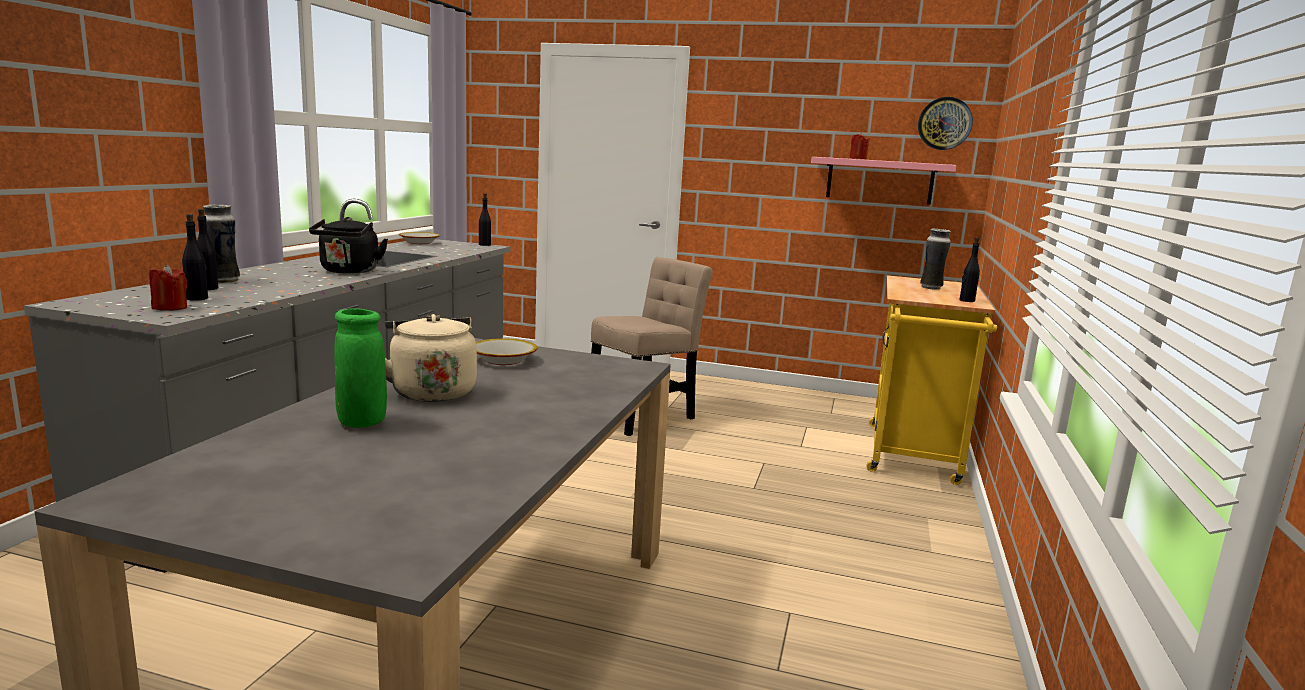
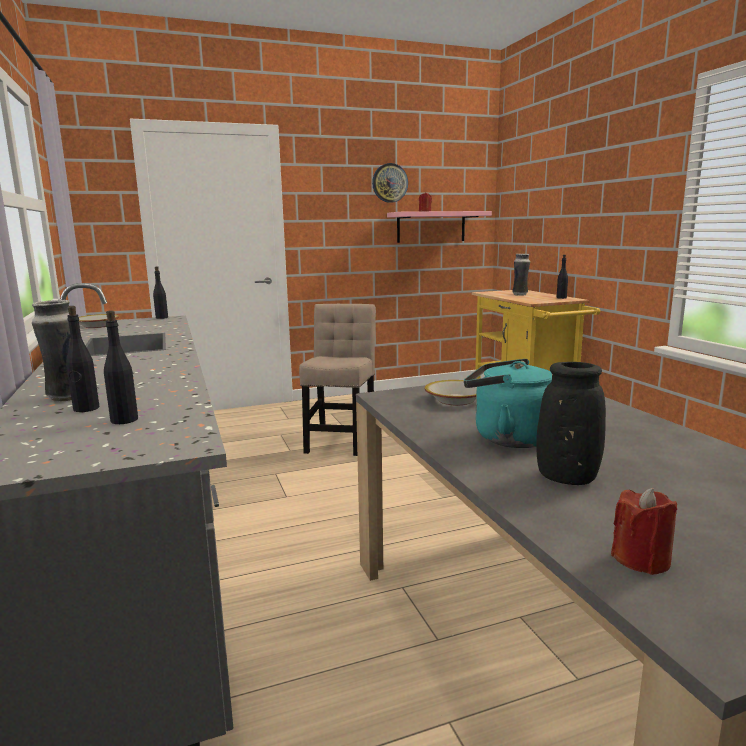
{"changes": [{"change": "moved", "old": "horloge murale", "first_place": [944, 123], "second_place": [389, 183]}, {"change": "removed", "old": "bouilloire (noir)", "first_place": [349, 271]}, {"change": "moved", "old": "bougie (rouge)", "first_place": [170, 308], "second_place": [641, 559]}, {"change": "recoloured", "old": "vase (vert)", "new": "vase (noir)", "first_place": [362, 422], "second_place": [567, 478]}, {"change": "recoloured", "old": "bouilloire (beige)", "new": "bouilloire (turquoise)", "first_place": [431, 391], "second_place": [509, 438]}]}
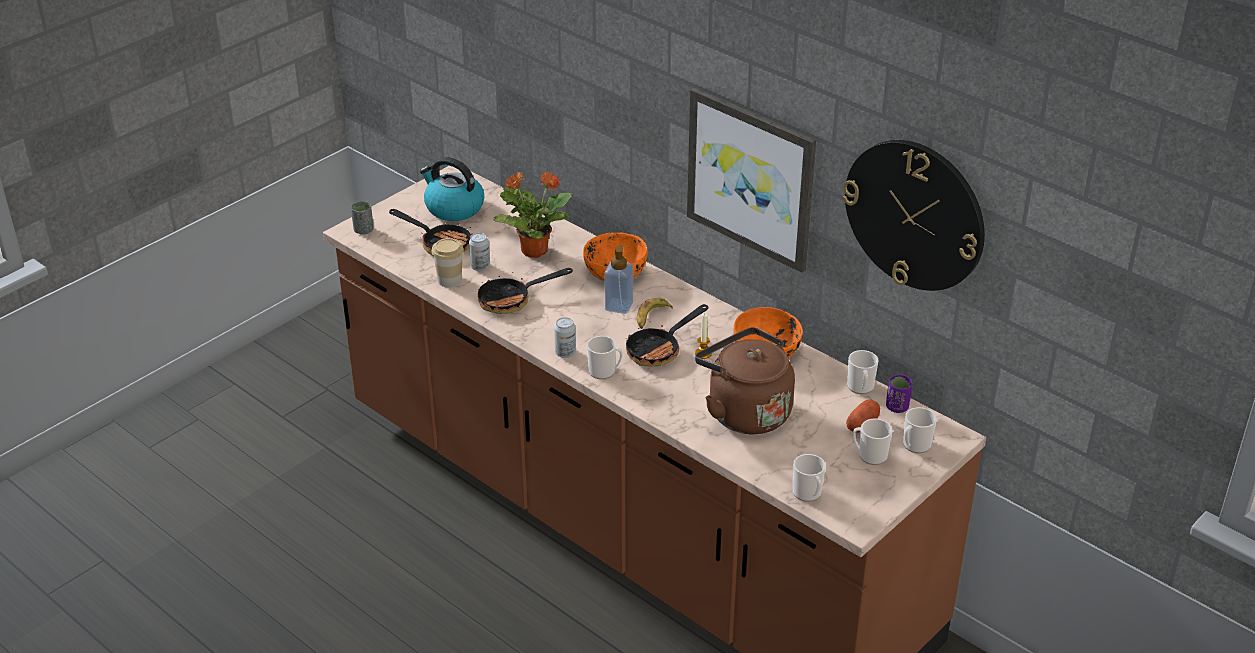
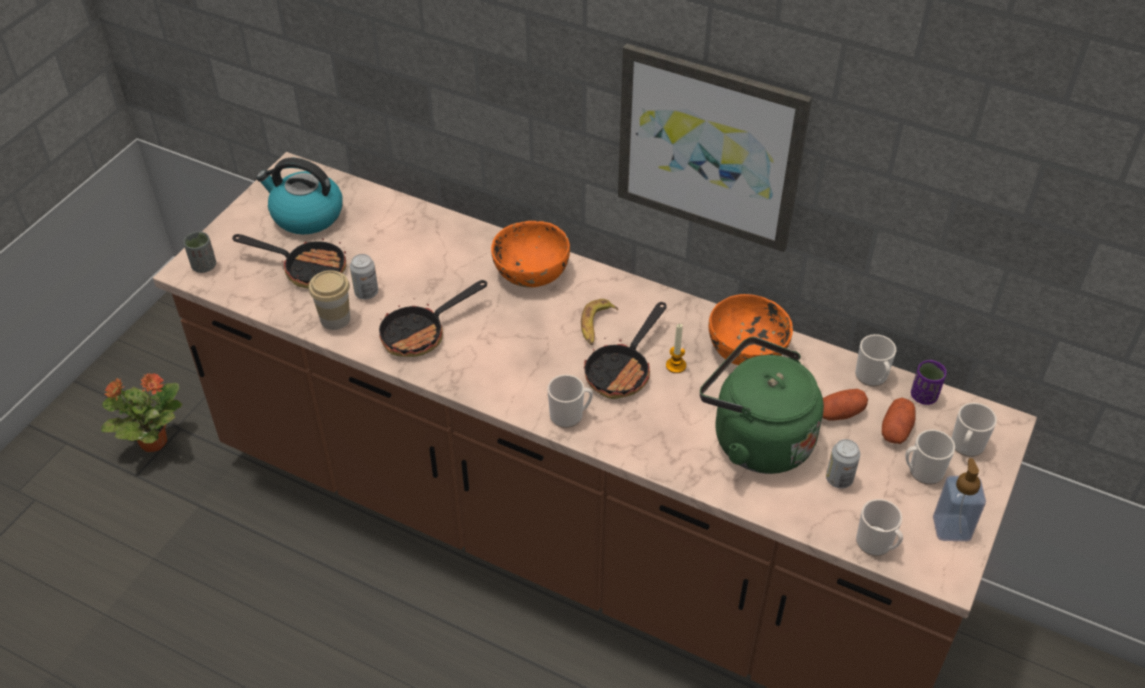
{"changes": [{"change": "removed", "old": "horloge murale", "first_place": [914, 214]}, {"change": "moved", "old": "plante en pot", "first_place": [533, 250], "second_place": [152, 442]}, {"change": "moved", "old": "distributeur de savon", "first_place": [619, 306], "second_place": [951, 528]}, {"change": "moved", "old": "boîte métallique", "first_place": [565, 353], "second_place": [839, 479]}, {"change": "recoloured", "old": "bouilloire (marron)", "new": "bouilloire (vert)", "first_place": [744, 412], "second_place": [756, 439]}, {"change": "added", "new": "pomme de terre", "second_place": [840, 413]}]}
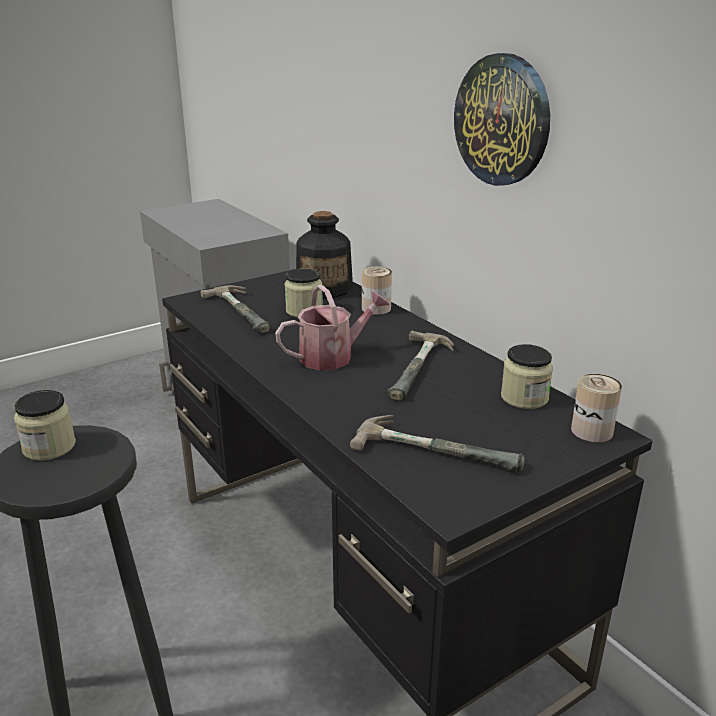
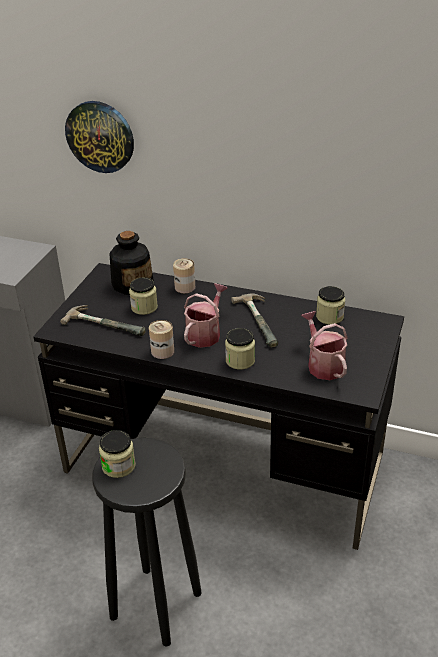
{"changes": [{"change": "moved", "old": "horloge murale", "first_place": [502, 120], "second_place": [100, 136]}, {"change": "moved", "old": "boîte métallique", "first_place": [591, 431], "second_place": [162, 351]}, {"change": "replaced", "old": "marteau", "new": "arrosoir", "first_place": [438, 447], "second_place": [323, 364]}, {"change": "added", "new": "bocal", "second_place": [240, 360]}]}
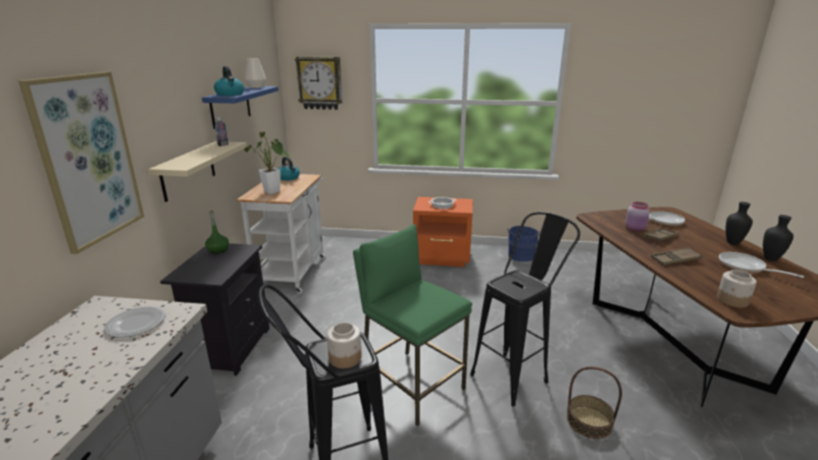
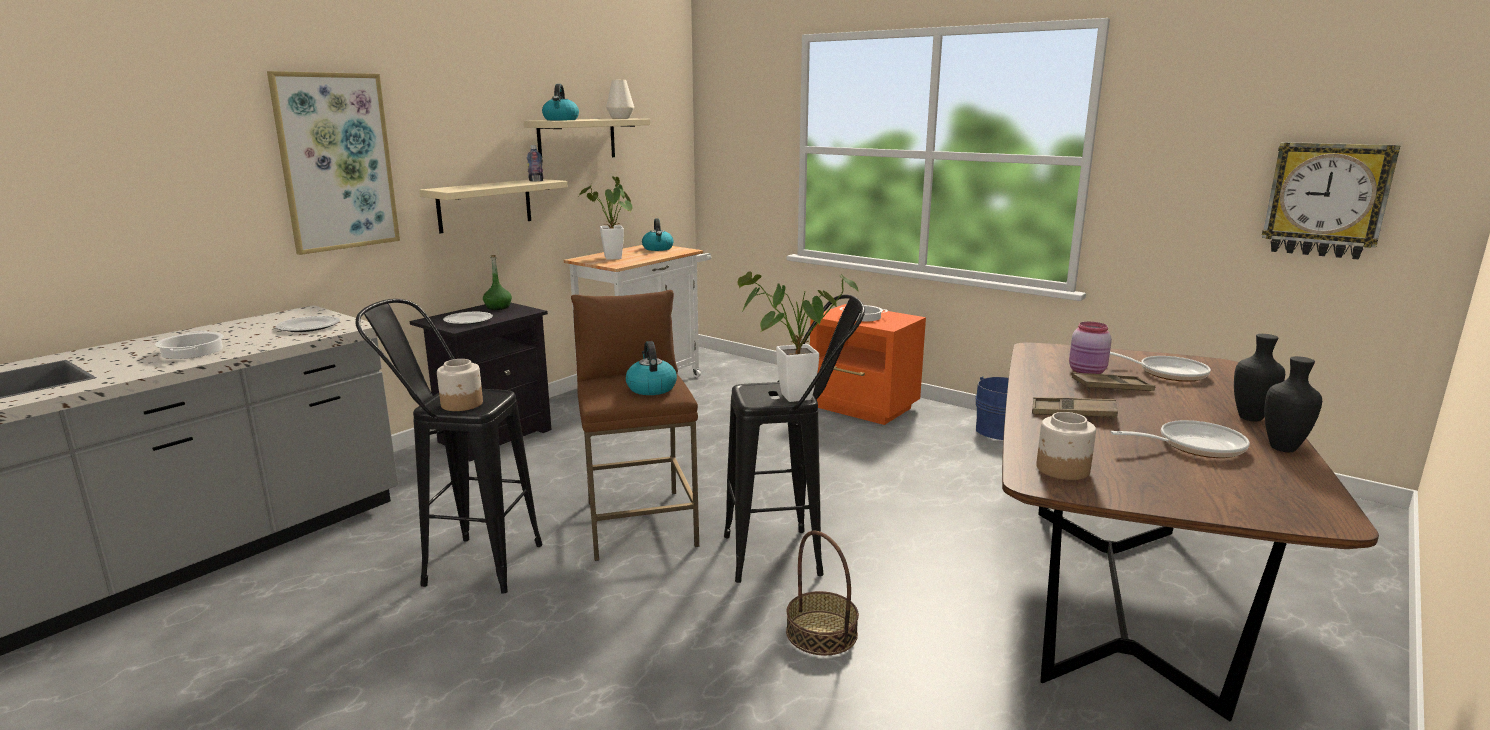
{"changes": [{"change": "moved", "old": "horloge murale", "first_place": [320, 83], "second_place": [1326, 200]}, {"change": "recoloured", "old": "étagère (bleu)", "new": "étagère (beige)", "first_place": [230, 106], "second_place": [577, 139]}, {"change": "recoloured", "old": "tabouret (vert)", "new": "tabouret (marron)", "first_place": [412, 385], "second_place": [639, 523]}, {"change": "turned", "old": "poêle", "first_place": [745, 267], "second_place": [1193, 446], "degrees": 90}, {"change": "added", "new": "plante en pot", "second_place": [788, 398]}, {"change": "added", "new": "assiette", "second_place": [467, 320]}, {"change": "added", "new": "marmite", "second_place": [191, 351]}, {"change": "added", "new": "bouilloire", "second_place": [651, 388]}]}
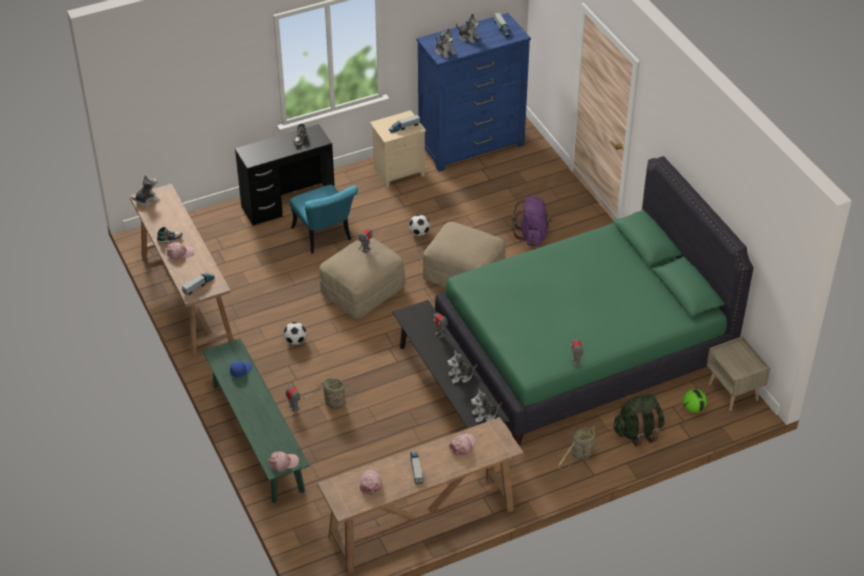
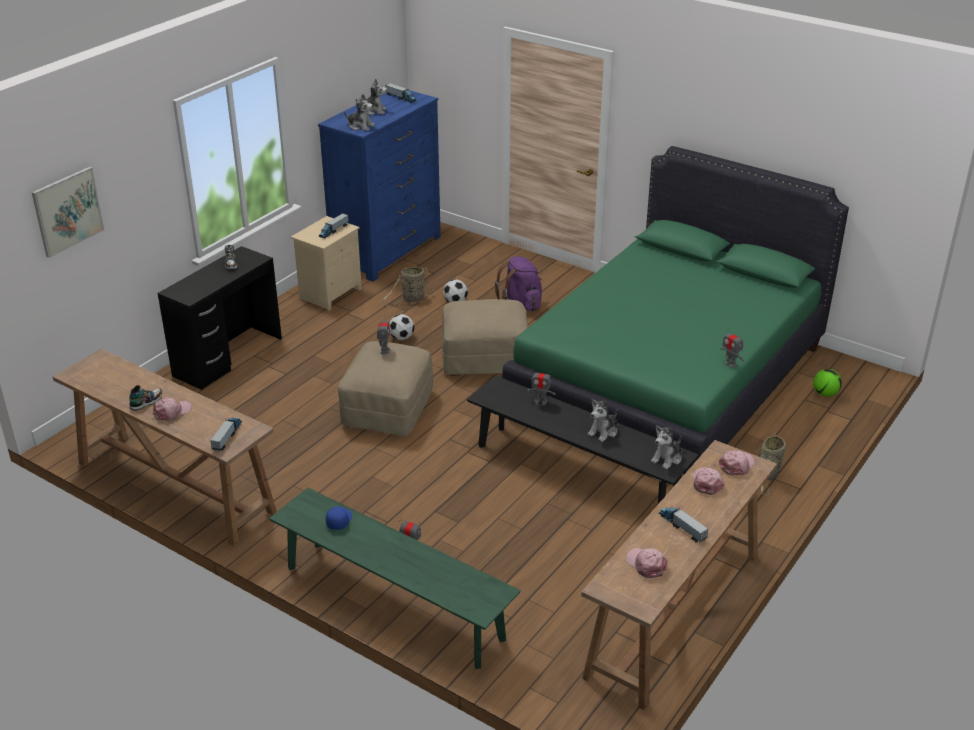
{"changes": [{"change": "removed", "old": "peluche", "first_place": [146, 199]}, {"change": "removed", "old": "chaise (turquoise)", "first_place": [325, 237]}, {"change": "moved", "old": "ballon de foot", "first_place": [295, 341], "second_place": [455, 302]}, {"change": "removed", "old": "table de chevet (beige)", "first_place": [733, 392]}, {"change": "moved", "old": "panier", "first_place": [333, 404], "second_place": [412, 299]}, {"change": "removed", "old": "sac à dos (vert)", "first_place": [638, 432]}, {"change": "moved", "old": "casquette (rose)", "first_place": [283, 463], "second_place": [736, 465]}, {"change": "added", "new": "tableau", "second_place": [68, 211]}]}
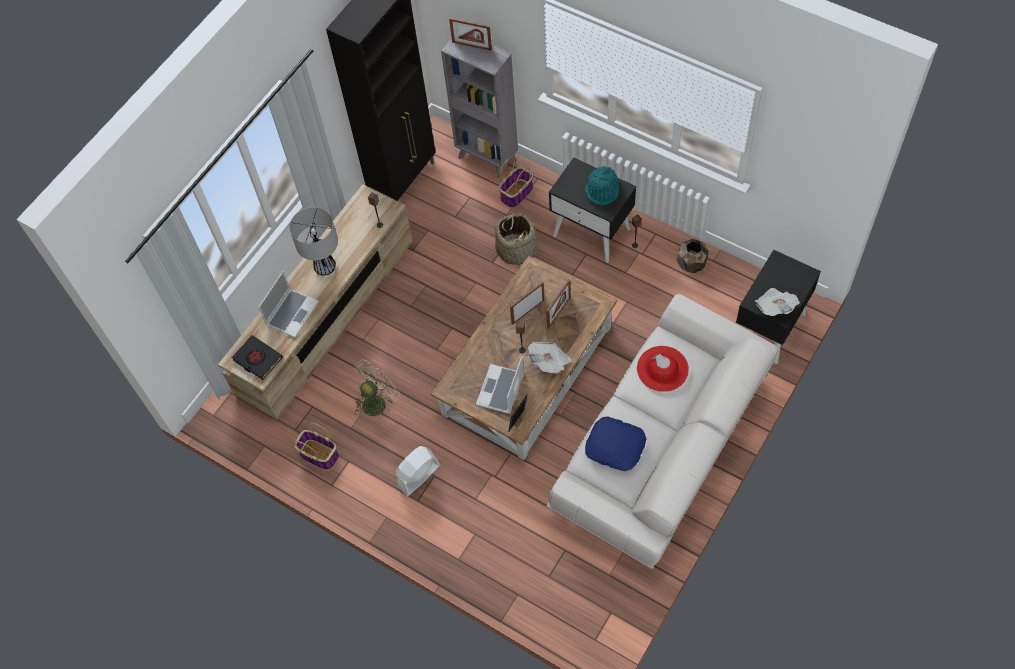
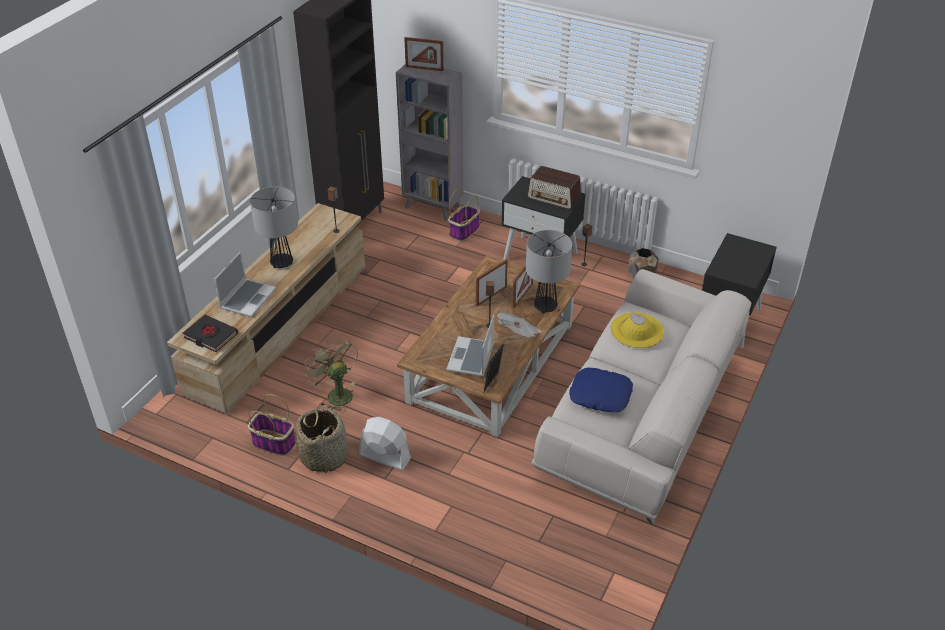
{"changes": [{"change": "replaced", "old": "chapeau (turquoise)", "new": "radio", "first_place": [602, 190], "second_place": [554, 197]}, {"change": "moved", "old": "panier", "first_place": [516, 250], "second_place": [323, 456]}, {"change": "removed", "old": "journal", "first_place": [775, 307]}, {"change": "recoloured", "old": "chapeau (rouge)", "new": "chapeau (jaune)", "first_place": [662, 369], "second_place": [637, 330]}, {"change": "turned", "old": "ventilateur (vert)", "first_place": [377, 401], "second_place": [335, 394], "degrees": -75}, {"change": "turned", "old": "ventilateur (blanc)", "first_place": [418, 476], "second_place": [384, 456], "degrees": 75}, {"change": "added", "new": "lampe de table", "second_place": [545, 307]}]}
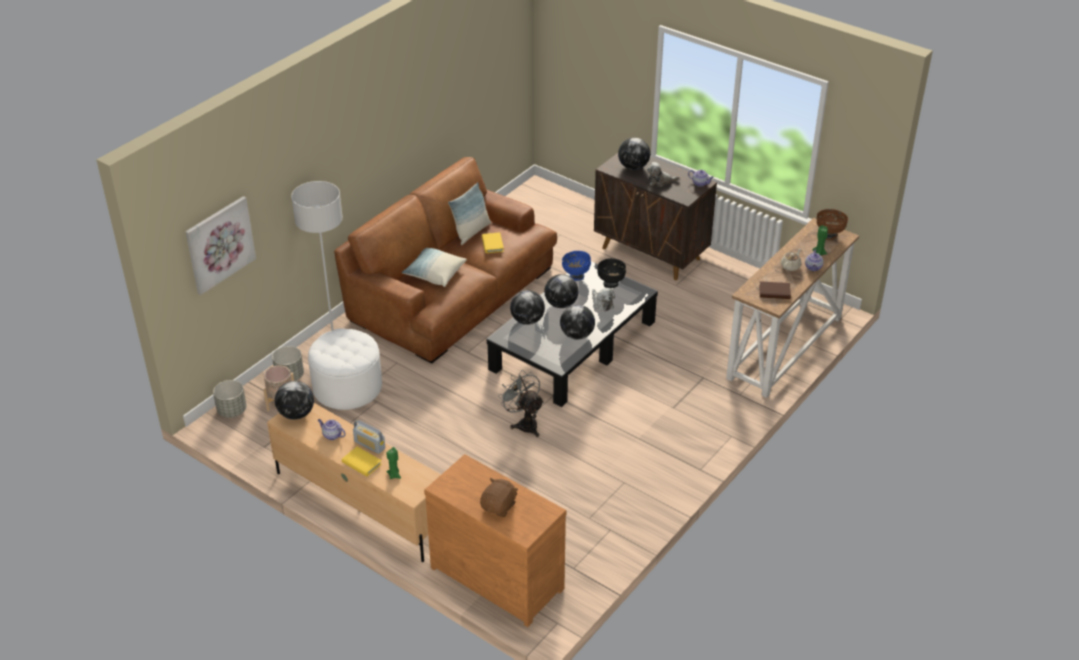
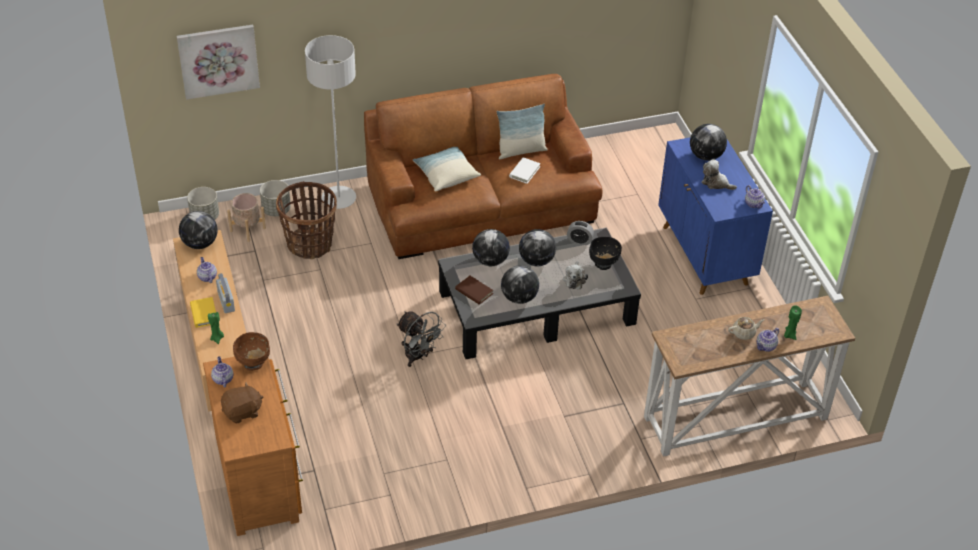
{"changes": [{"change": "recoloured", "old": "meuble de rangement (marron)", "new": "meuble de rangement (bleu)", "first_place": [651, 254], "second_place": [705, 256]}, {"change": "moved", "old": "bol (marron)", "first_place": [829, 235], "second_place": [253, 364]}, {"change": "recoloured", "old": "livre (jaune)", "new": "livre (blanc)", "first_place": [492, 244], "second_place": [524, 172]}, {"change": "replaced", "old": "bol (bleu)", "new": "réveil", "first_place": [576, 276], "second_place": [579, 240]}, {"change": "moved", "old": "livre (marron)", "first_place": [774, 292], "second_place": [474, 291]}, {"change": "replaced", "old": "pouf (blanc)", "new": "panier", "first_place": [347, 387], "second_place": [310, 244]}, {"change": "turned", "old": "ventilateur (gris)", "first_place": [524, 423], "second_place": [418, 356], "degrees": 135}, {"change": "added", "new": "théière", "second_place": [222, 379]}]}
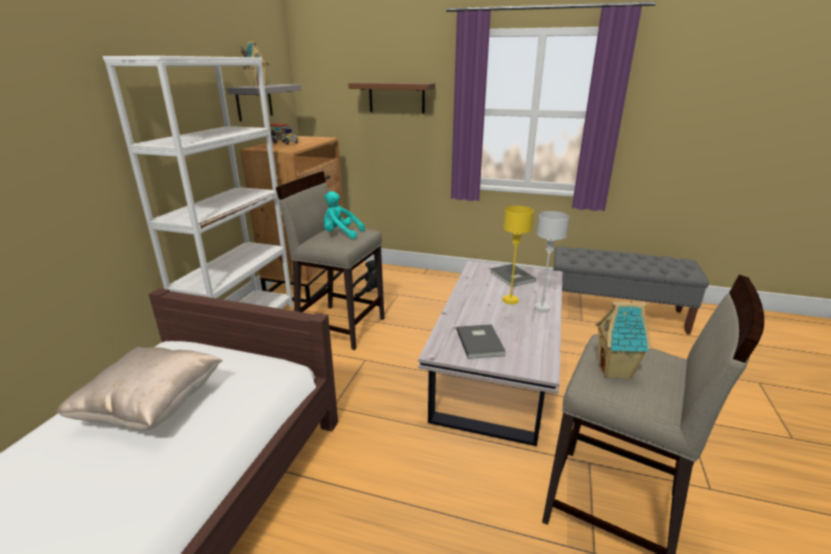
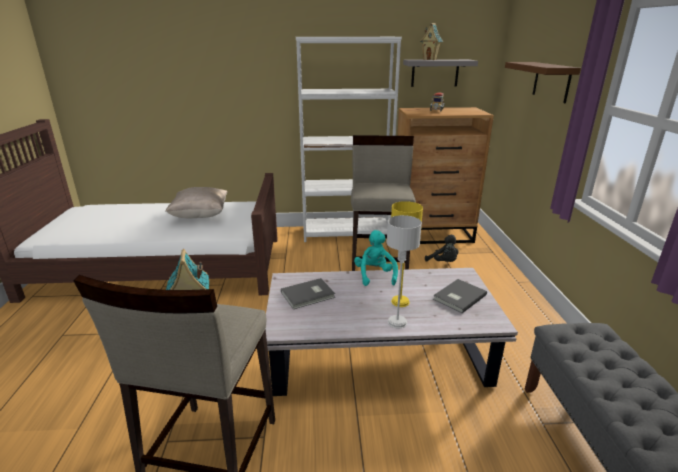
{"changes": [{"change": "moved", "old": "peluche (turquoise)", "first_place": [341, 234], "second_place": [375, 275]}]}
